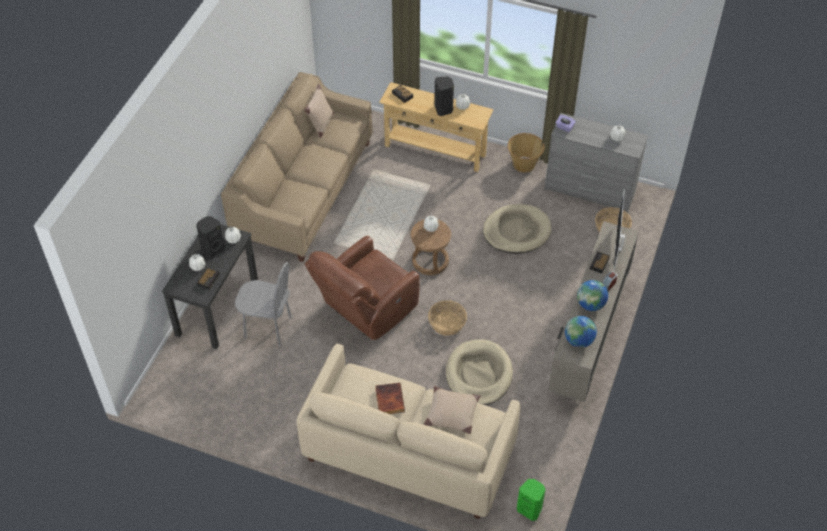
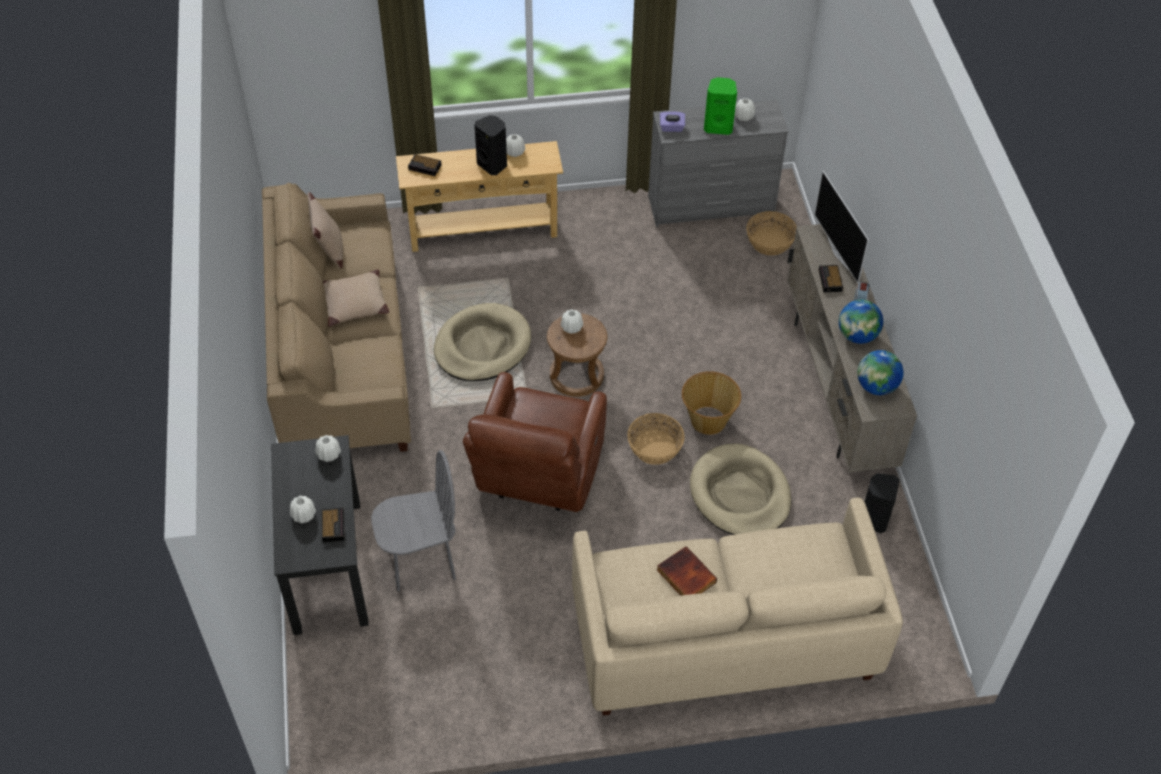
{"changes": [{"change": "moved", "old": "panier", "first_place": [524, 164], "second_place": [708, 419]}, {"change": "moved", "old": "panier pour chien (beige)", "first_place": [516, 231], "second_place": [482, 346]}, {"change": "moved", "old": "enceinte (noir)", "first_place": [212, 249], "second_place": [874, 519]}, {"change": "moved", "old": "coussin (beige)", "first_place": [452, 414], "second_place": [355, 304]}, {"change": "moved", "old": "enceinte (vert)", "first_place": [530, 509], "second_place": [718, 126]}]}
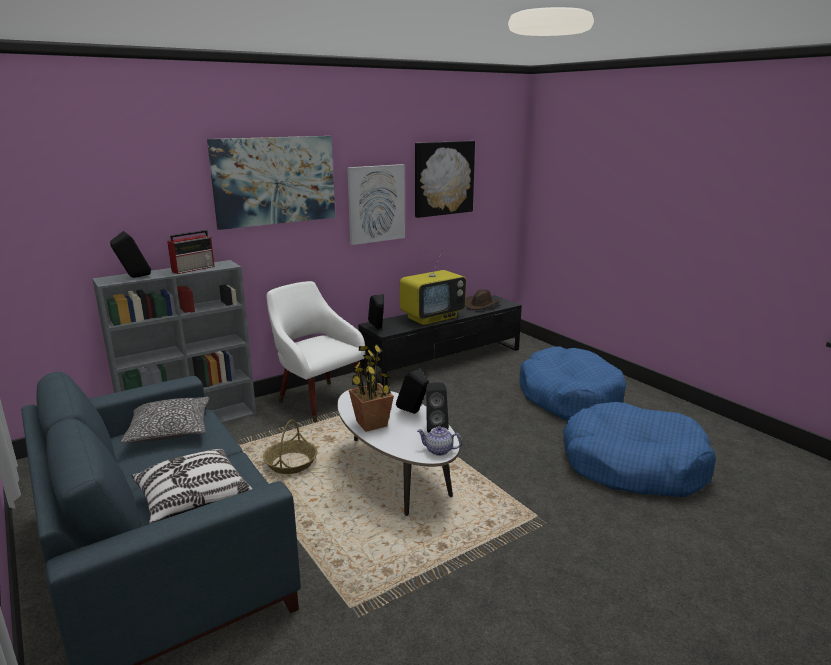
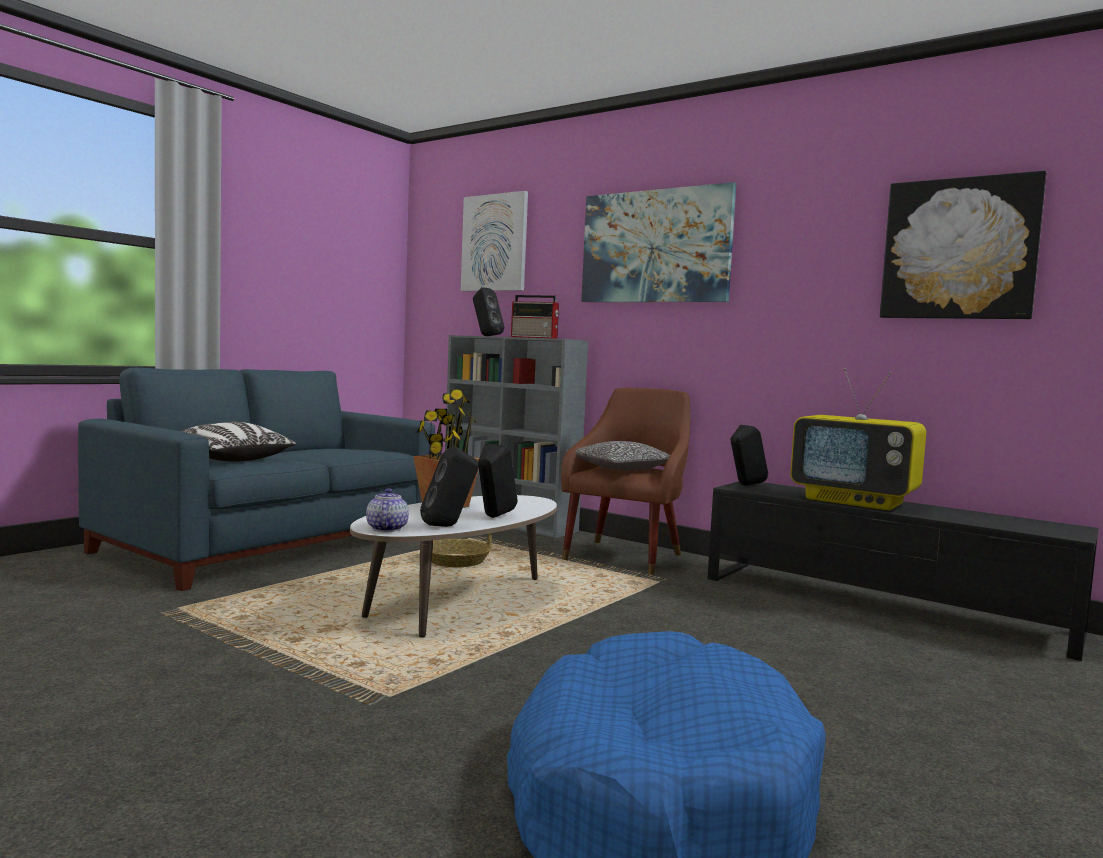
{"changes": [{"change": "moved", "old": "tableau", "first_place": [376, 204], "second_place": [495, 243]}, {"change": "recoloured", "old": "fauteuil (blanc)", "new": "fauteuil (marron)", "first_place": [318, 399], "second_place": [626, 555]}, {"change": "removed", "old": "chapeau (marron)", "first_place": [481, 305]}, {"change": "removed", "old": "panier pour chien (bleu)", "first_place": [569, 397]}, {"change": "moved", "old": "coussin", "first_place": [170, 430], "second_place": [621, 468]}]}
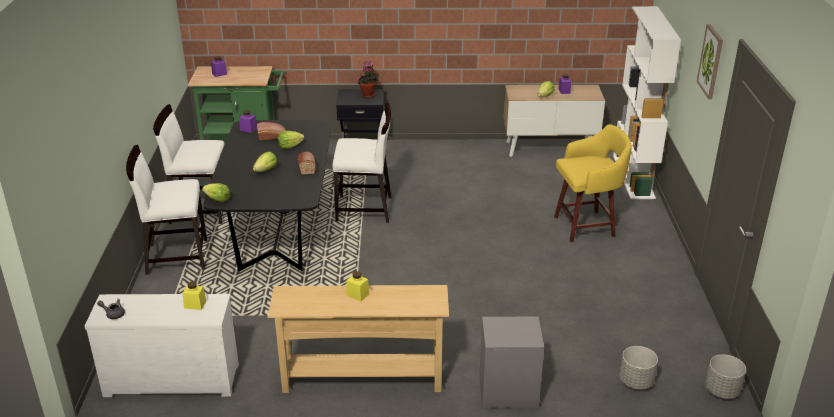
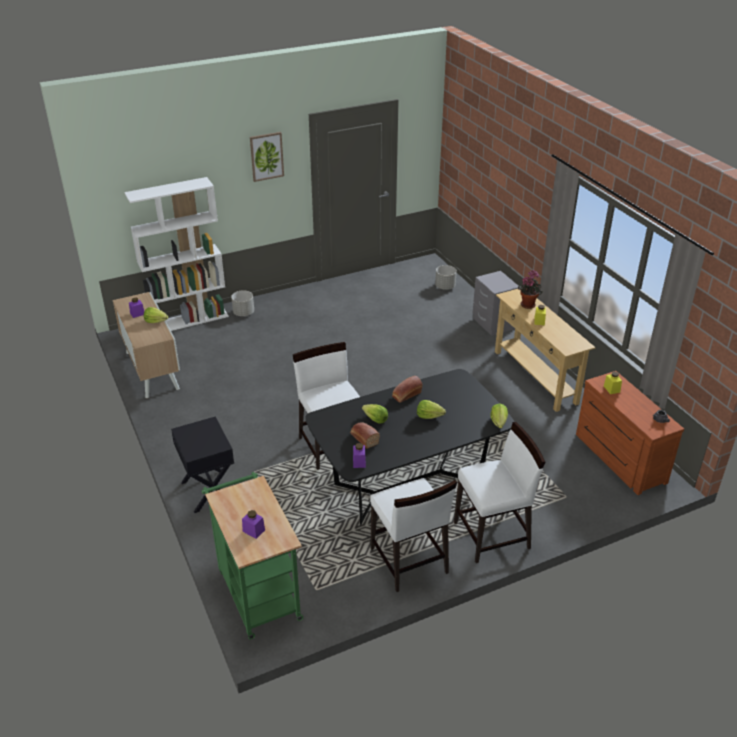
{"changes": [{"change": "moved", "old": "plante en pot", "first_place": [368, 95], "second_place": [528, 304]}, {"change": "removed", "old": "tabouret (jaune)", "first_place": [586, 226]}, {"change": "turned", "old": "chaise (blanc)", "first_place": [176, 256], "second_place": [492, 536], "degrees": -75}, {"change": "recoloured", "old": "commode (blanc)", "new": "commode (marron)", "first_place": [172, 378], "second_place": [618, 459]}, {"change": "moved", "old": "cache-pot (gris)", "first_place": [722, 390], "second_place": [243, 313]}]}
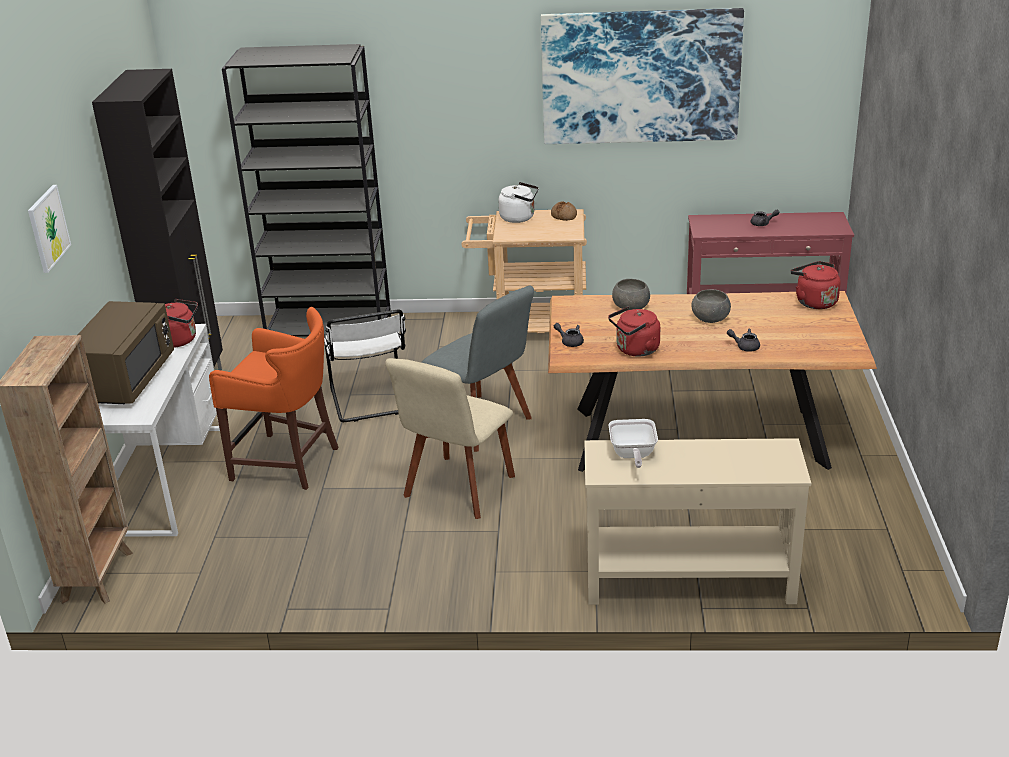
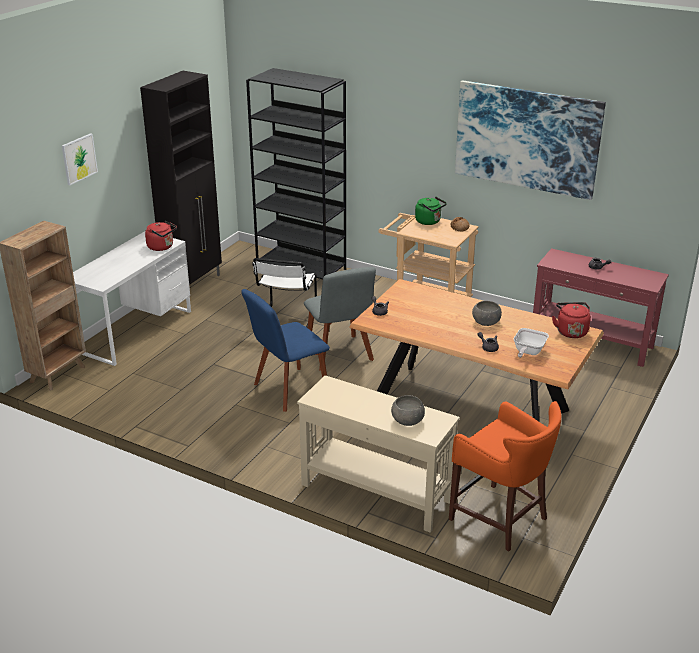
{"changes": [{"change": "recoloured", "old": "bouilloire (blanc)", "new": "bouilloire (vert)", "first_place": [519, 218], "second_place": [429, 222]}, {"change": "moved", "old": "bol (gris)", "first_place": [631, 307], "second_place": [407, 420]}, {"change": "removed", "old": "micro-ondes (marron)", "first_place": [126, 380]}, {"change": "removed", "old": "bouilloire (rouge)", "first_place": [635, 350]}, {"change": "moved", "old": "tabouret (orange)", "first_place": [288, 463], "second_place": [501, 519]}, {"change": "recoloured", "old": "chaise (beige)", "new": "chaise (bleu)", "first_place": [457, 490], "second_place": [288, 390]}, {"change": "moved", "old": "poêle", "first_place": [632, 455], "second_place": [528, 352]}]}
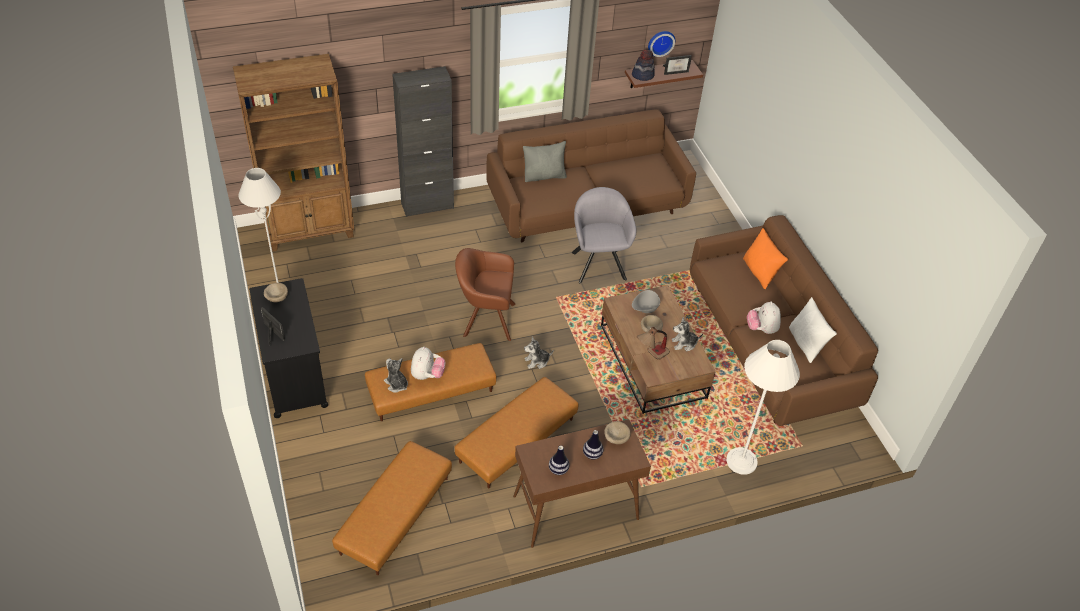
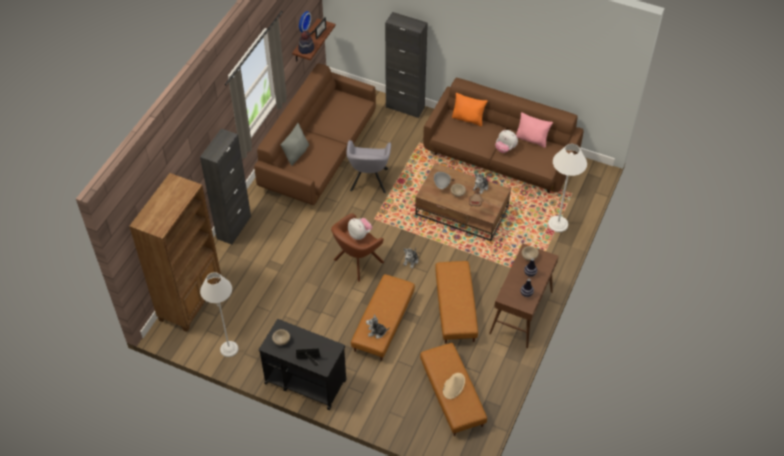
{"changes": [{"change": "turned", "old": "fauteuil (gris)", "first_place": [598, 263], "second_place": [368, 181], "degrees": -120}, {"change": "recoloured", "old": "coussin (blanc)", "new": "coussin (rose)", "first_place": [806, 344], "second_place": [532, 139]}, {"change": "moved", "old": "peluche", "first_place": [427, 375], "second_place": [360, 234]}, {"change": "added", "new": "meuble de rangement (noir)", "second_place": [405, 107]}, {"change": "added", "new": "chapeau (beige)", "second_place": [454, 386]}]}
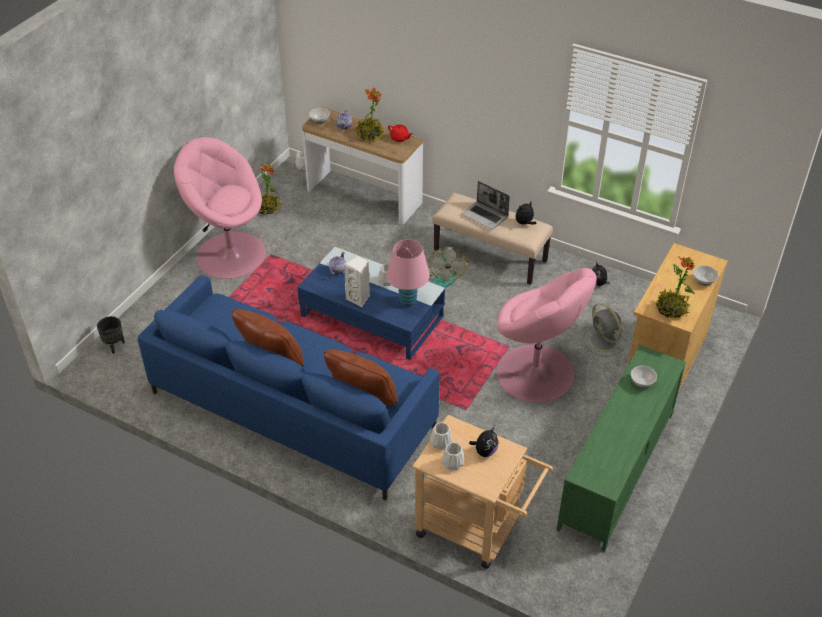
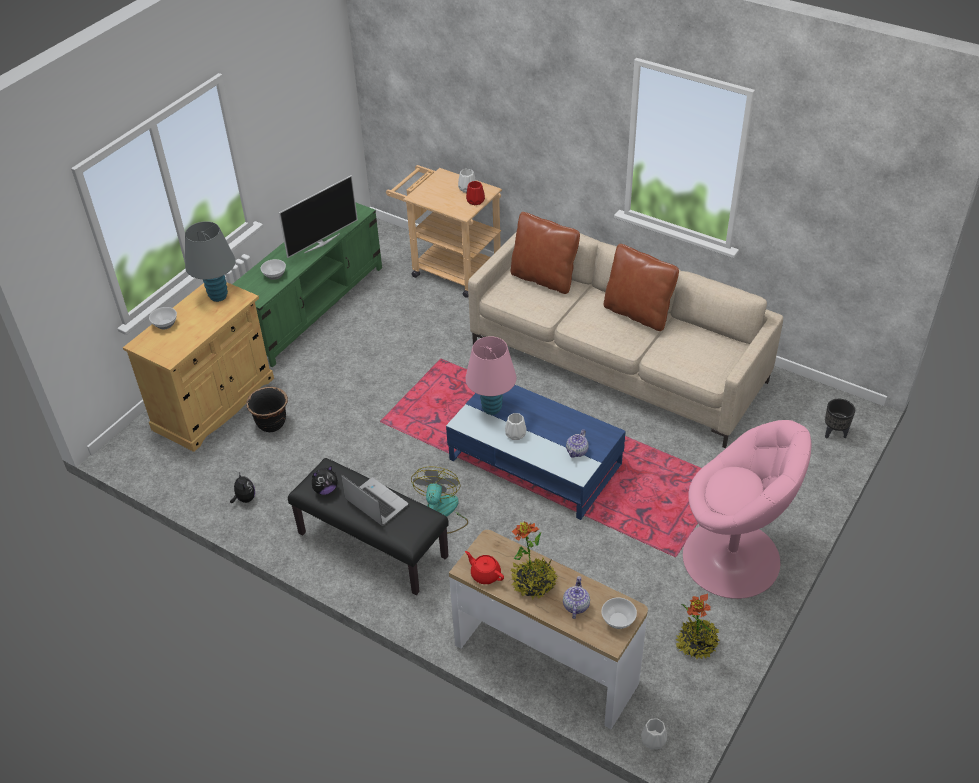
{"changes": [{"change": "recoloured", "old": "banc (beige)", "new": "banc (noir)", "first_place": [491, 255], "second_place": [371, 545]}, {"change": "removed", "old": "enceinte (blanc)", "first_place": [359, 298]}, {"change": "replaced", "old": "plante en pot", "new": "lampe de table (gris)", "first_place": [671, 309], "second_place": [218, 296]}, {"change": "removed", "old": "fauteuil (rose)", "first_place": [536, 374]}, {"change": "recoloured", "old": "canapé (bleu)", "new": "canapé (beige)", "first_place": [293, 409], "second_place": [617, 363]}, {"change": "replaced", "old": "ventilateur (gris)", "new": "cache-pot (noir)", "first_place": [604, 342], "second_place": [272, 424]}, {"change": "recoloured", "old": "vase (blanc)", "new": "vase (rouge)", "first_place": [441, 443], "second_place": [475, 201]}, {"change": "removed", "old": "peluche", "first_place": [485, 451]}, {"change": "added", "new": "téléviseur", "second_place": [321, 243]}]}
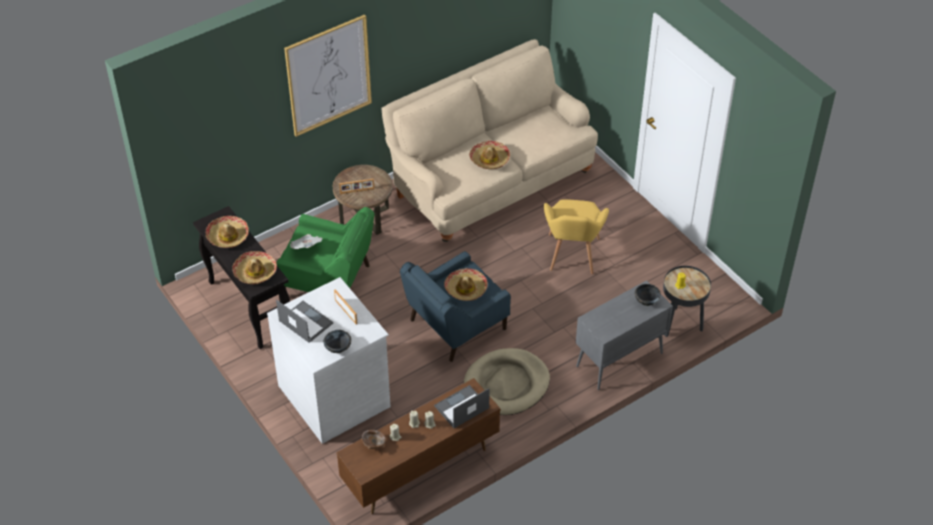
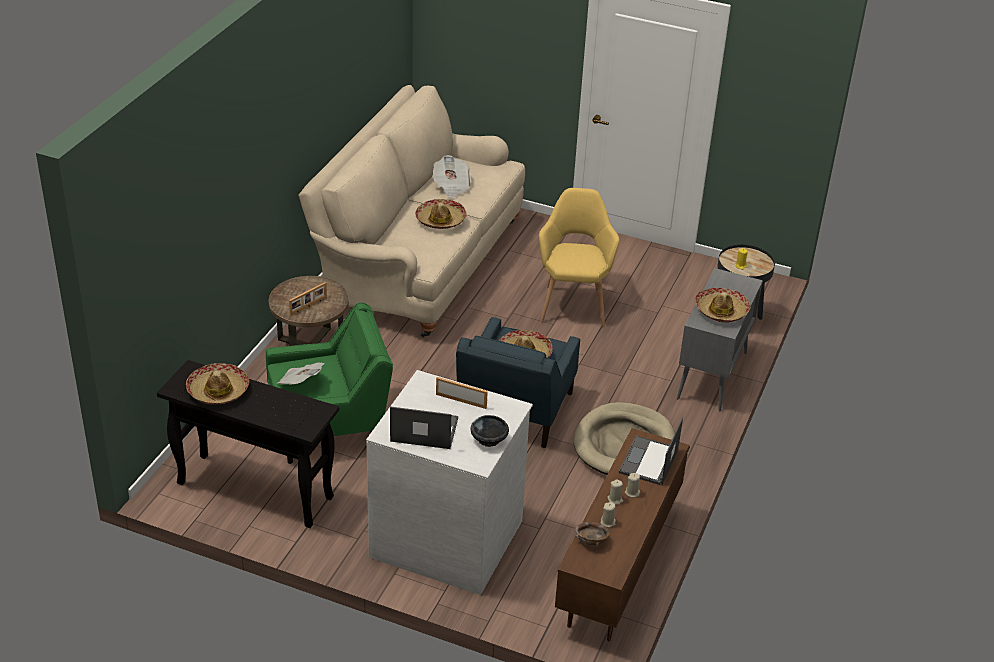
{"changes": [{"change": "removed", "old": "tableau", "first_place": [328, 75]}, {"change": "turned", "old": "fauteuil (jaune)", "first_place": [572, 257], "second_place": [573, 303], "degrees": -150}, {"change": "moved", "old": "chapeau", "first_place": [255, 272], "second_place": [721, 311]}, {"change": "removed", "old": "bol (noir)", "first_place": [646, 300]}, {"change": "added", "new": "journal", "second_place": [451, 186]}]}
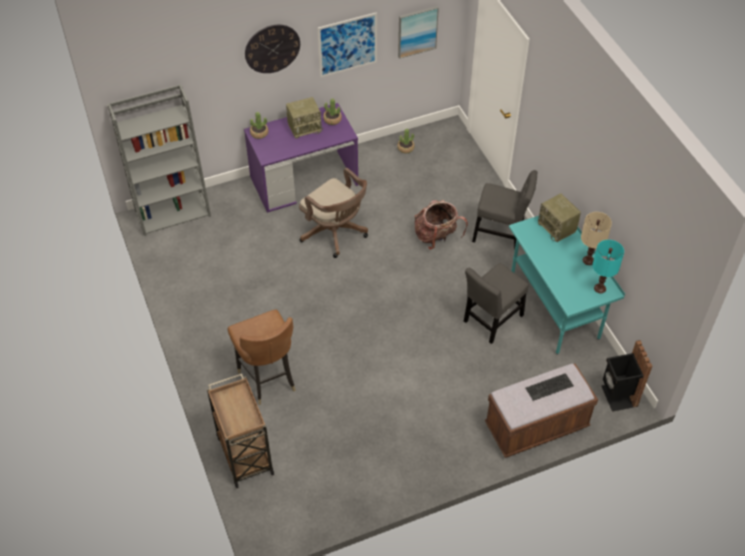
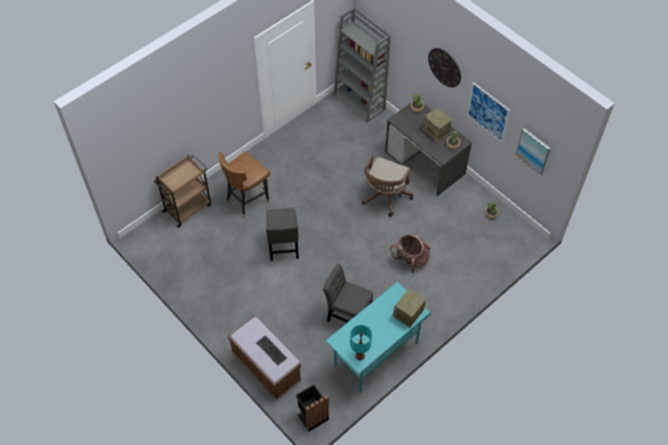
{"changes": [{"change": "recoloured", "old": "bureau (violet)", "new": "bureau (gris)", "first_place": [304, 180], "second_place": [425, 162]}, {"change": "moved", "old": "chaise (gris)", "first_place": [501, 235], "second_place": [283, 246]}, {"change": "removed", "old": "lampe de table (beige)", "first_place": [588, 260]}]}
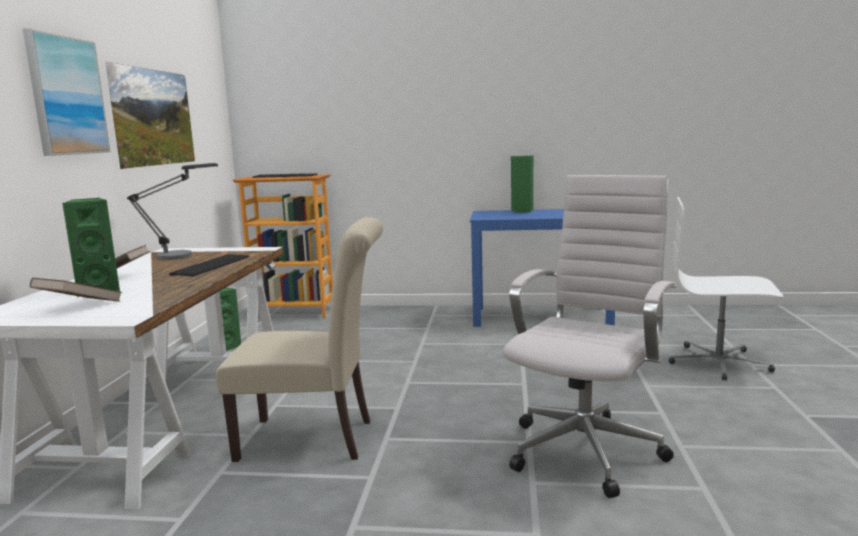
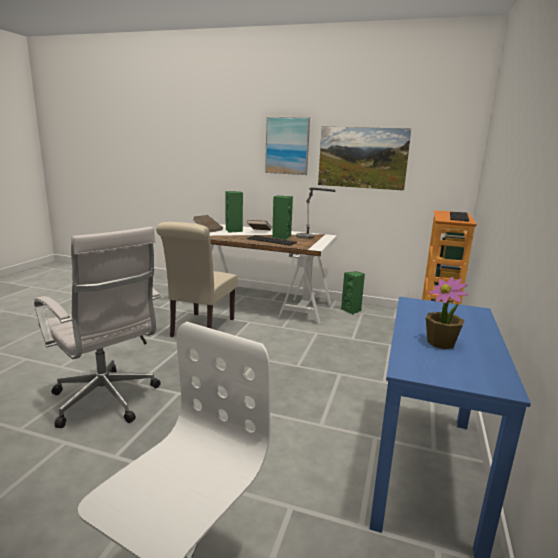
{"changes": [{"change": "moved", "old": "enceinte (vert)", "first_place": [522, 211], "second_place": [281, 237]}, {"change": "added", "new": "plante en pot", "second_place": [441, 343]}]}
